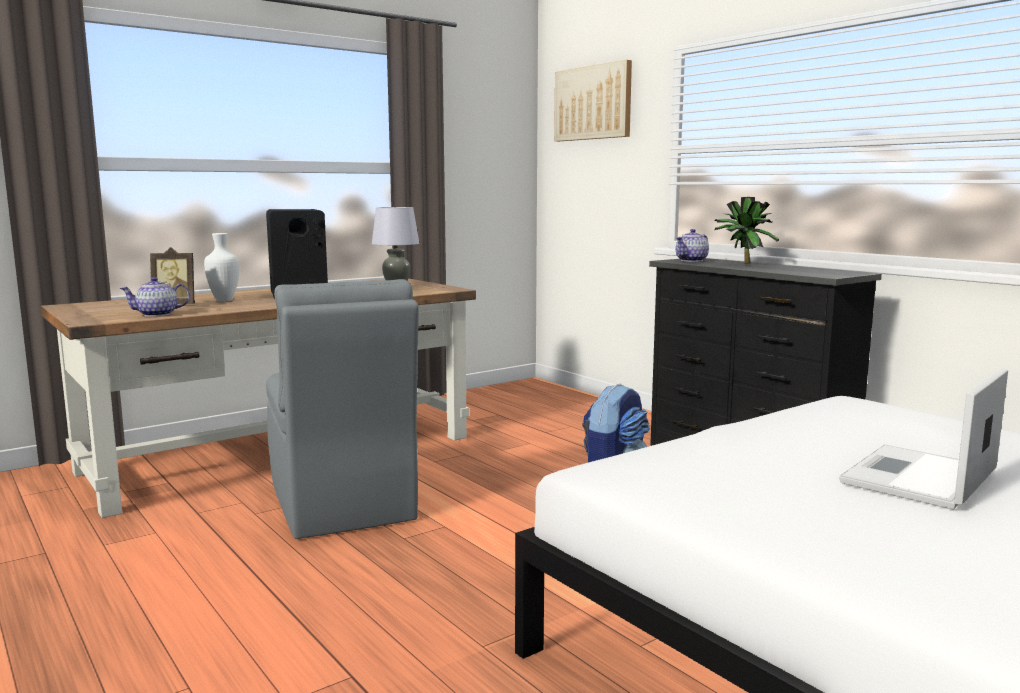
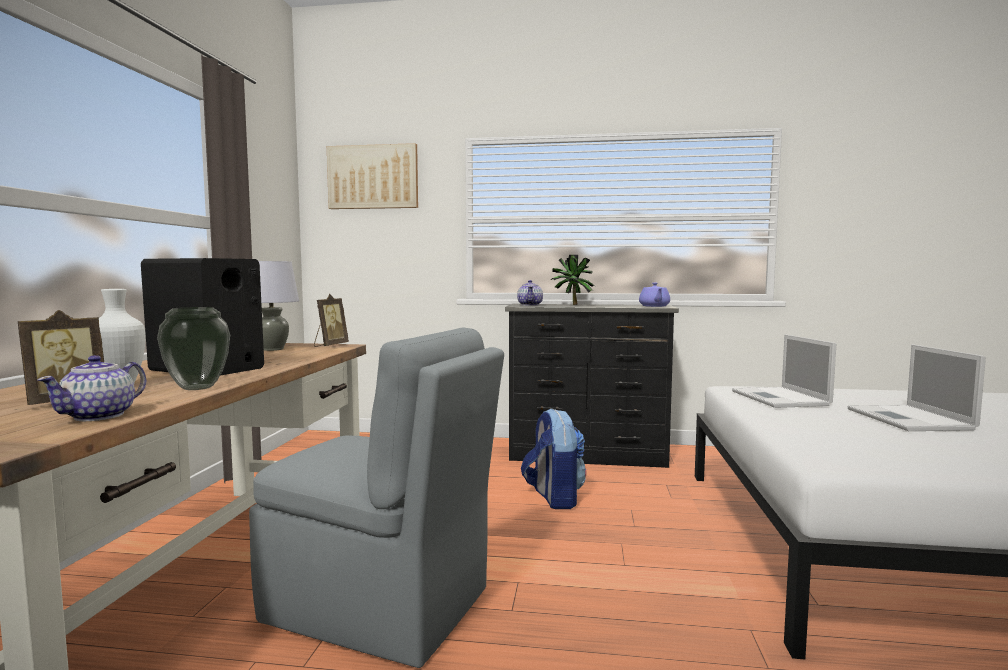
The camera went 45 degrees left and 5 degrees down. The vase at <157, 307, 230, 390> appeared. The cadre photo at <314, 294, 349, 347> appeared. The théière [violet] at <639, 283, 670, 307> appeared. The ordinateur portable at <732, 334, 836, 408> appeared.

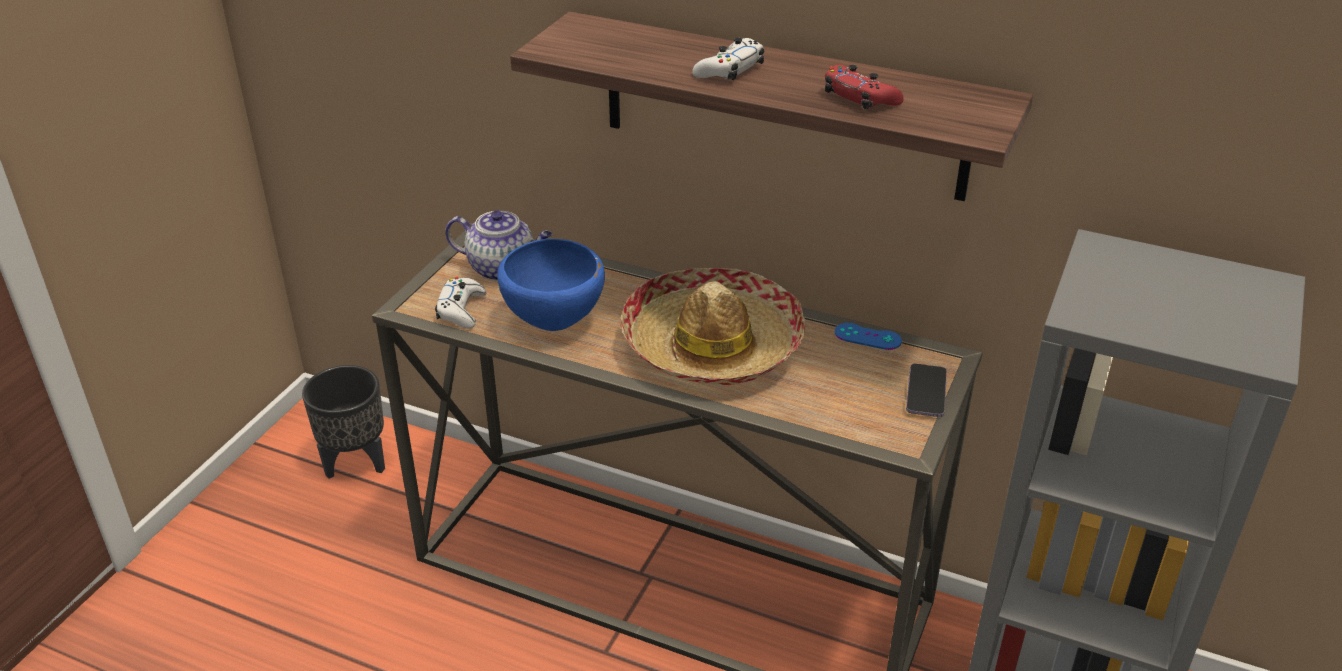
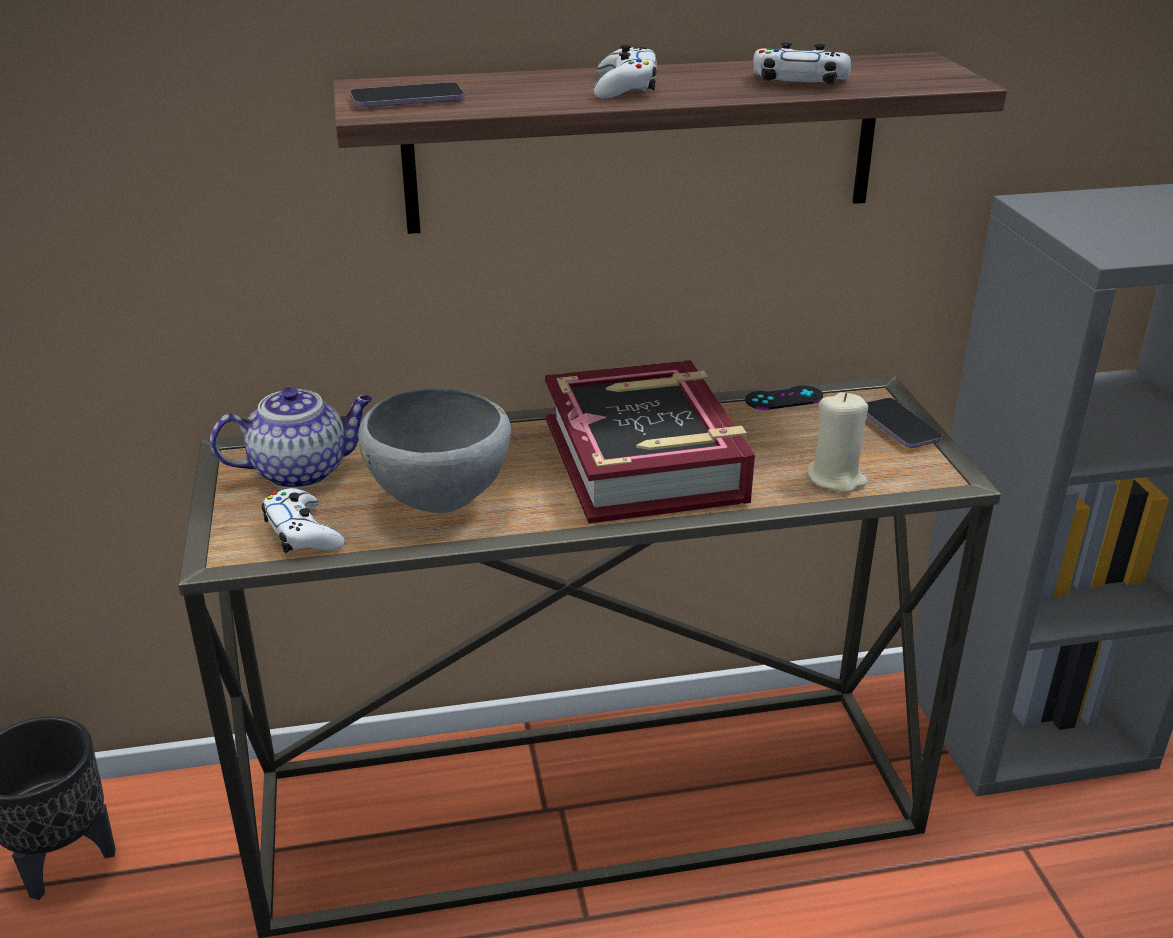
The camera went 35 degrees left and 5 degrees down. The bol [bleu] at <497, 239, 605, 331> became the bol [gris] at <358, 388, 511, 513>. The chapeau at <619, 268, 806, 385> was replaced by the livre at <545, 360, 755, 524>. The manette [rouge] at <825, 65, 904, 109> became the manette [blanc] at <753, 42, 851, 84>. The manette [bleu] at <835, 323, 902, 350> became the manette [noir] at <745, 385, 823, 410>. The téléphone at <350, 82, 465, 107> appeared. The bougie [beige] at <807, 392, 868, 493> appeared.

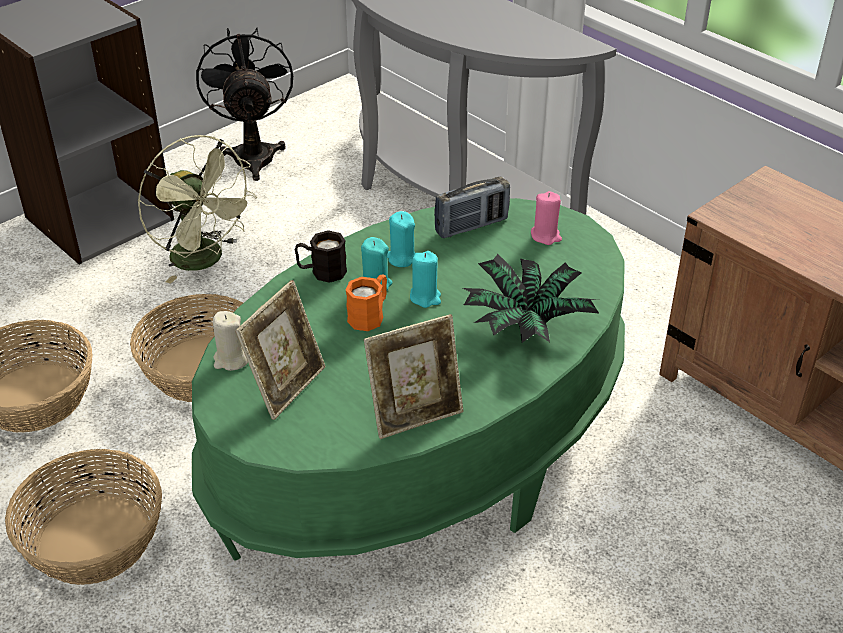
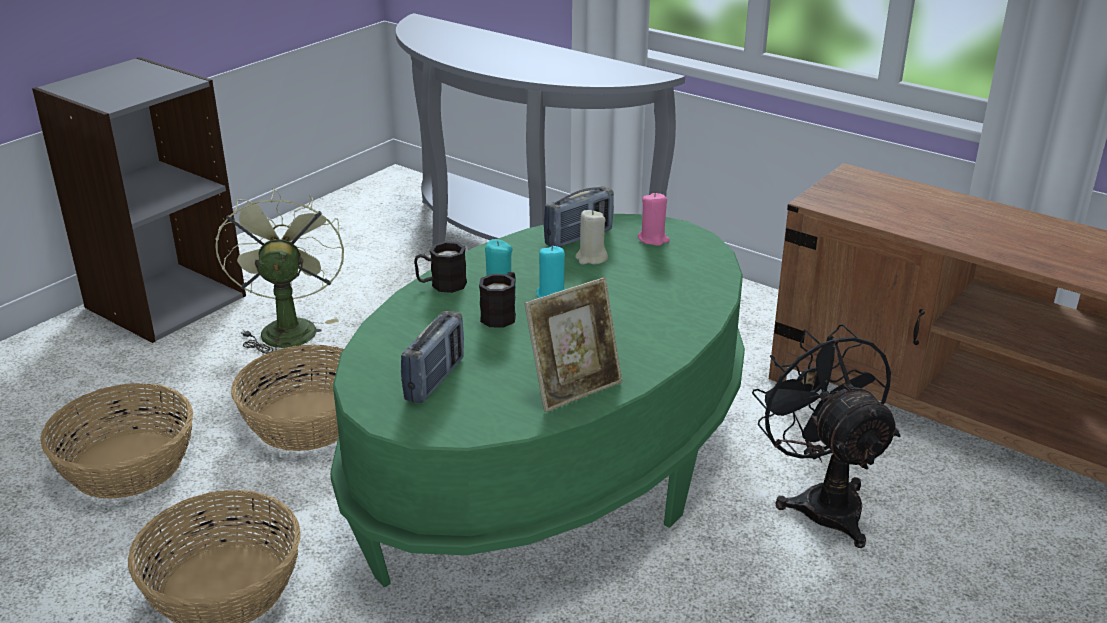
The camera went 10 degrees left and 10 degrees down. The ventilateur [vert] at <138, 135, 257, 284> turned 135 degrees counterclockwise. The ventilateur [noir] moved from <196, 28, 293, 181> to <752, 324, 900, 548>. The bougie [beige] moved from <213, 311, 248, 371> to <575, 210, 608, 265>. The cadre photo at <235, 280, 326, 420> was replaced by the radio at <401, 311, 464, 403>. The mug [orange] at <346, 274, 387, 331> became the mug [noir] at <479, 272, 516, 328>. The bougie [turquoise] at <387, 211, 415, 267> disappeared. The plante en pot at <463, 254, 599, 343> disappeared.

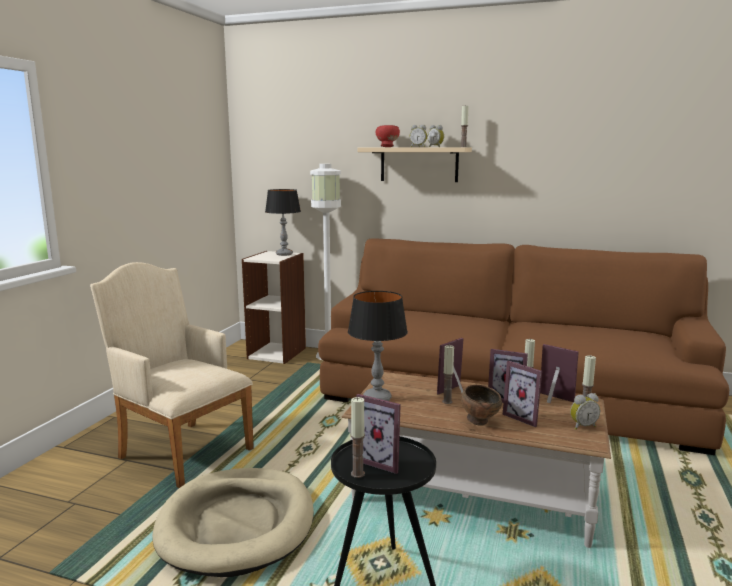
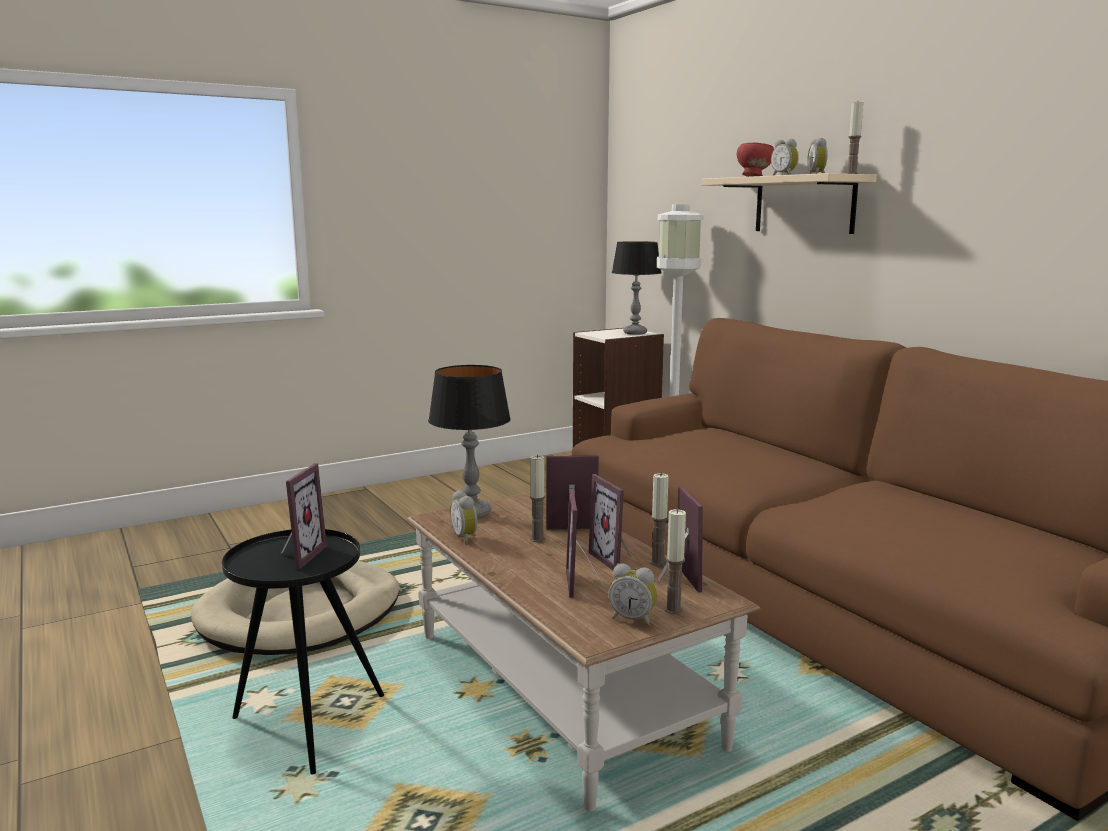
The camera went 40 degrees right and 0 degrees up. The fauteuil [beige] at <90, 262, 254, 488> disappeared. The bougie at <351, 397, 365, 478> disappeared. The cadre photo at <356, 394, 401, 474> turned 150 degrees counterclockwise. The bol [marron] at <461, 385, 502, 426> disappeared. The réveil at <450, 490, 477, 544> appeared.

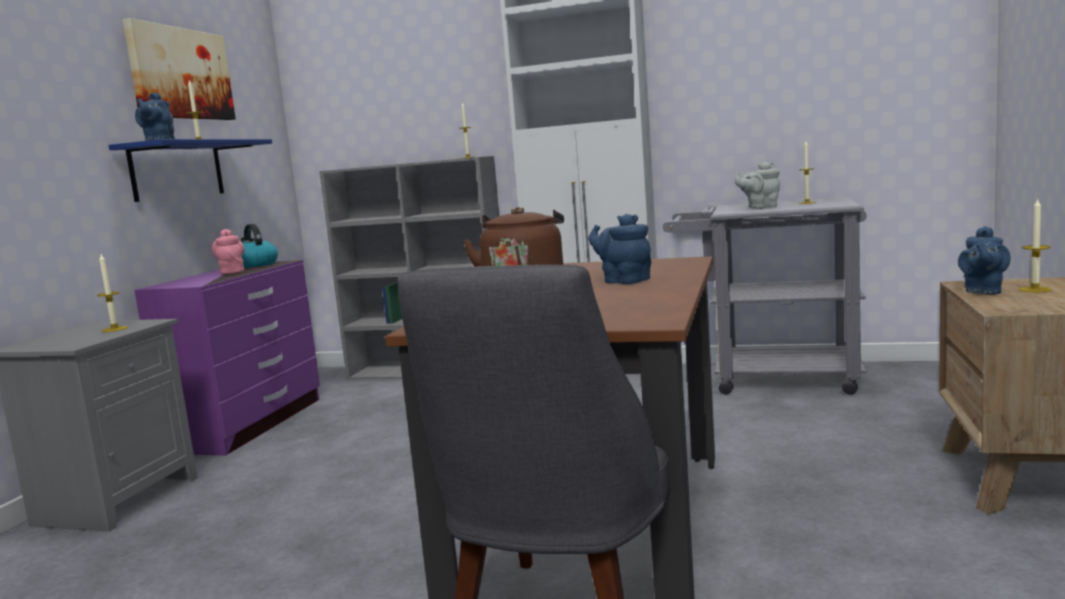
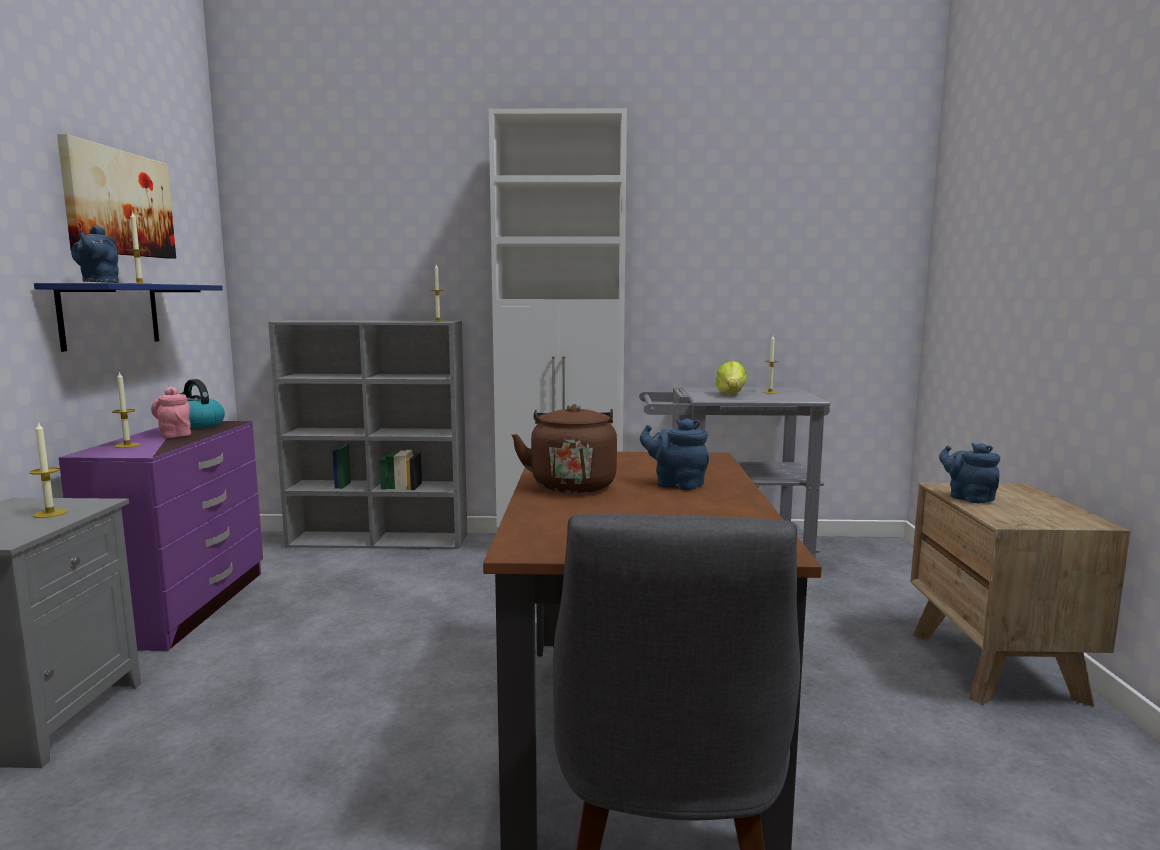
The camera went 15 degrees left and 0 degrees up. The théière [gris] at <734, 162, 780, 209> was replaced by the laitue at <716, 361, 747, 394>. The théière [bleu] at <958, 226, 1011, 294> turned 135 degrees clockwise. The bougie moved from <1019, 198, 1052, 293> to <112, 371, 141, 448>.

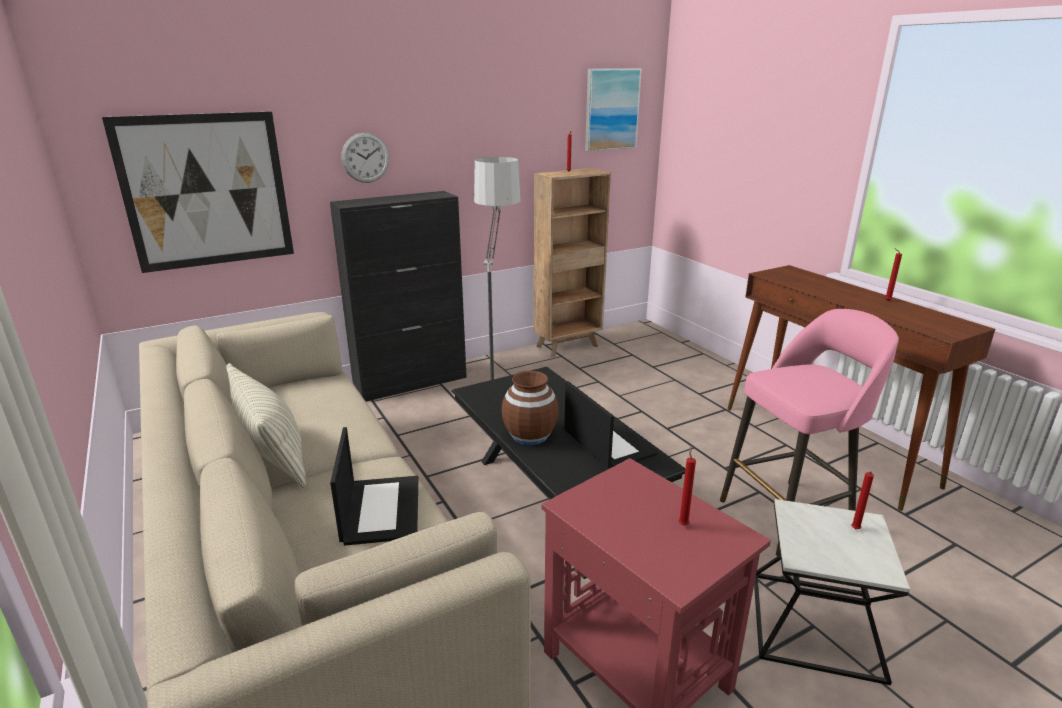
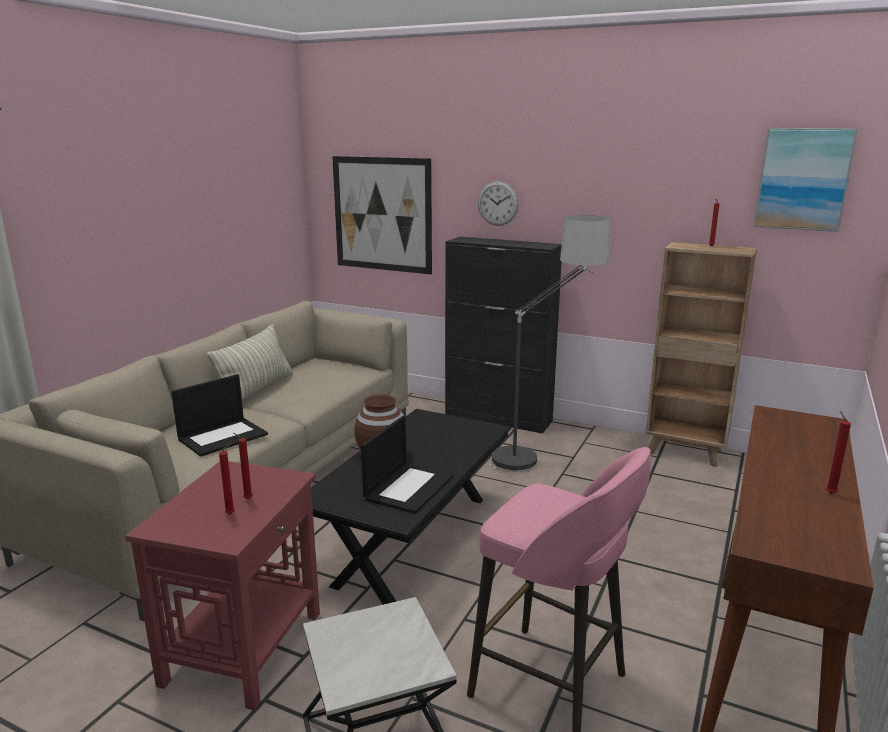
The camera went 55 degrees right and 5 degrees down. The bougie [rouge] moved from <851, 471, 874, 529> to <234, 433, 253, 500>.

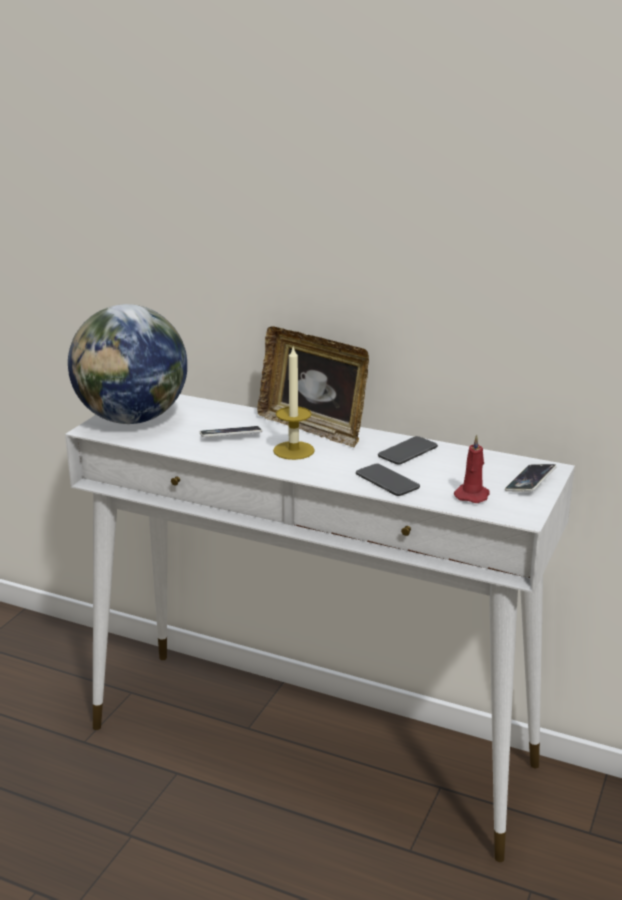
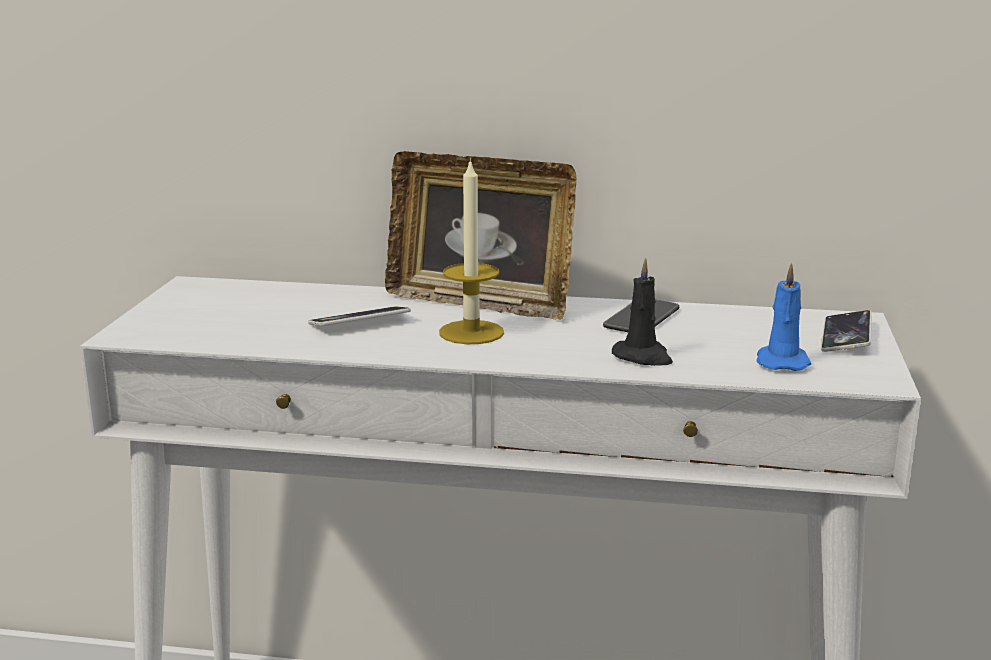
The camera went 15 degrees left and 5 degrees down. The globe at <68, 304, 187, 424> disappeared. The téléphone at <356, 464, 420, 496> was replaced by the bougie [noir] at <612, 258, 673, 366>. The bougie [rouge] at <454, 435, 490, 503> became the bougie [bleu] at <757, 262, 811, 371>.

